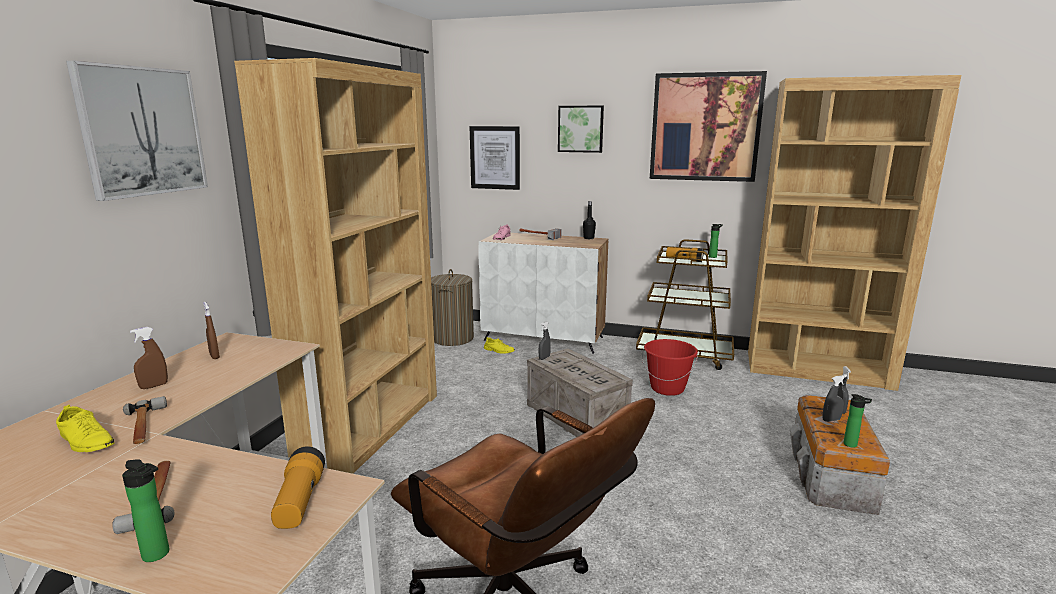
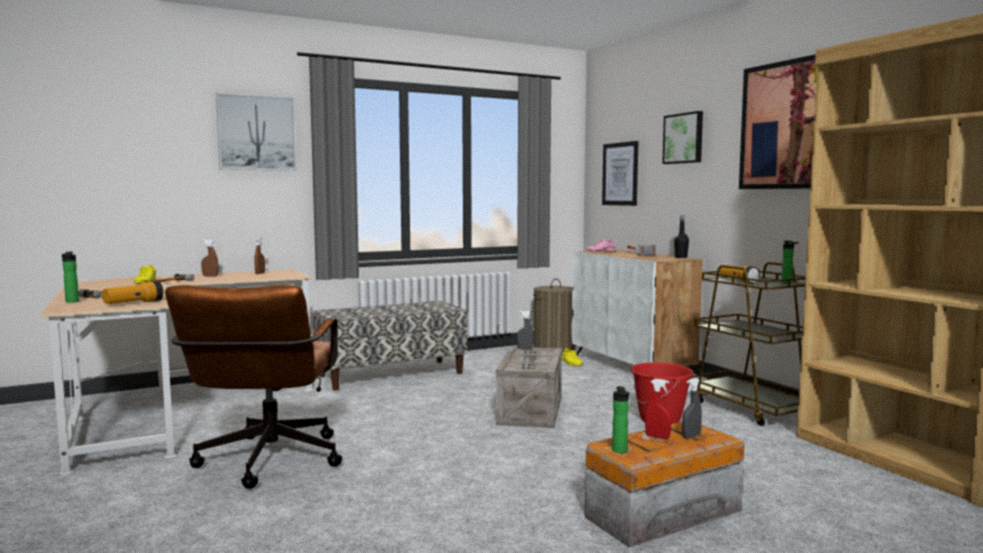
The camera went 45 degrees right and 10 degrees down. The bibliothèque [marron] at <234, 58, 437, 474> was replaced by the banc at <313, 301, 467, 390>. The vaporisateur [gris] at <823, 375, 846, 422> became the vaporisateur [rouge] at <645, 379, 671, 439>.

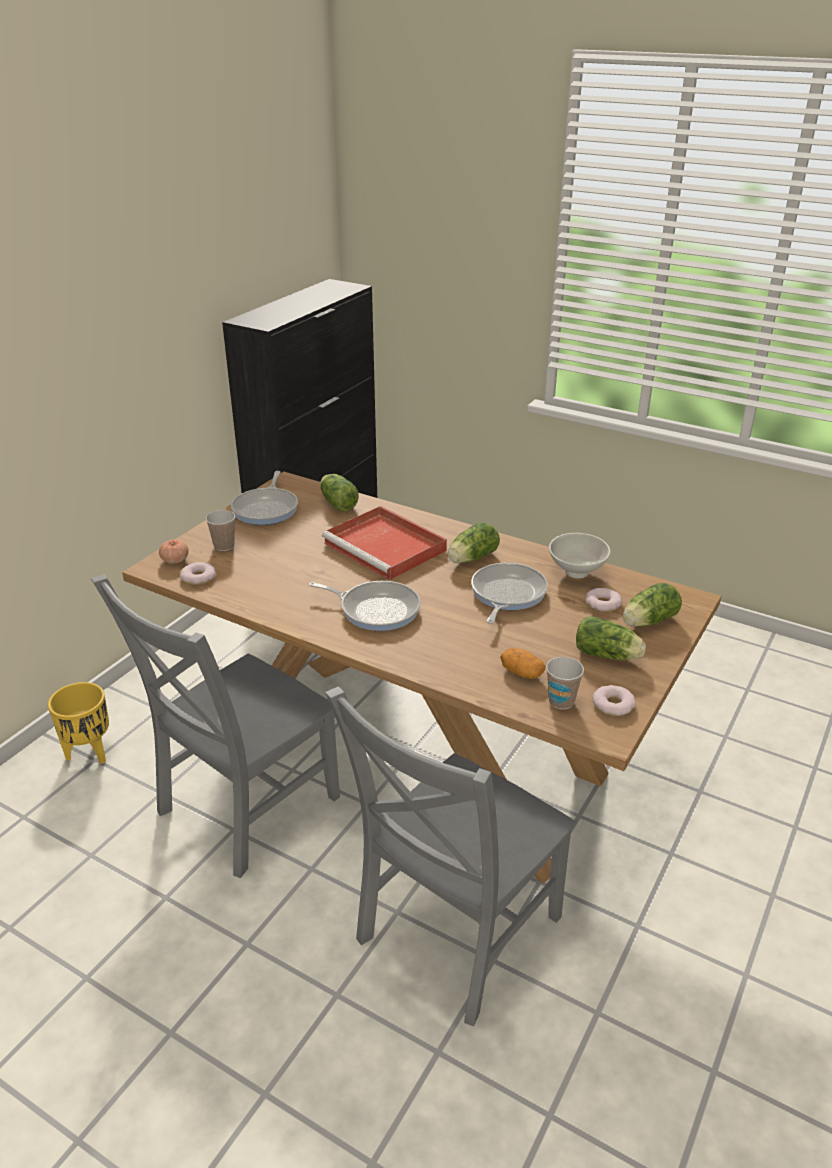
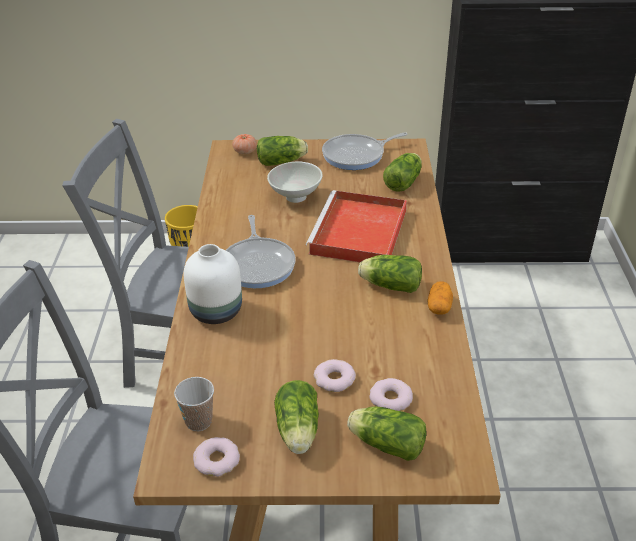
The camera went 60 degrees right and 5 degrees up. The beignet moved from <180, 562, 216, 585> to <314, 359, 356, 392>. The tasse at <206, 510, 235, 551> was replaced by the laitue at <257, 136, 308, 166>. The poêle at <471, 563, 548, 624> disappeared. The pomme de terre moved from <500, 648, 546, 679> to <427, 282, 453, 314>. The bol [blanc] moved from <549, 533, 611, 578> to <267, 162, 323, 203>. The vase [blanc] at <184, 244, 242, 324> appeared.

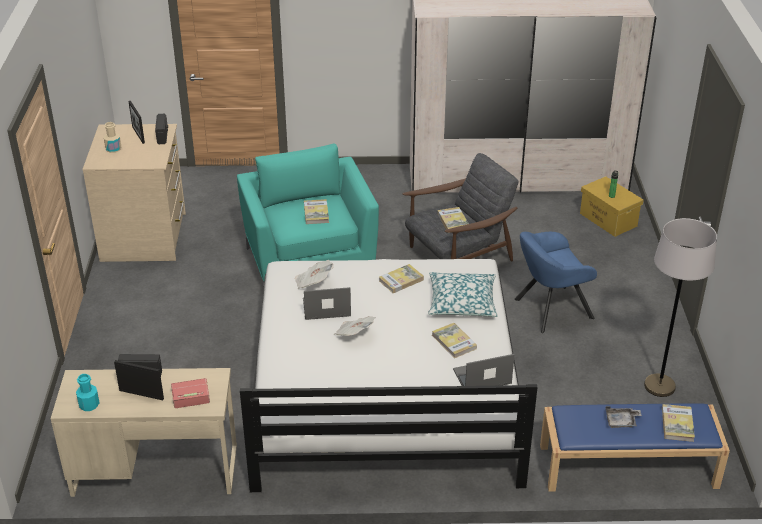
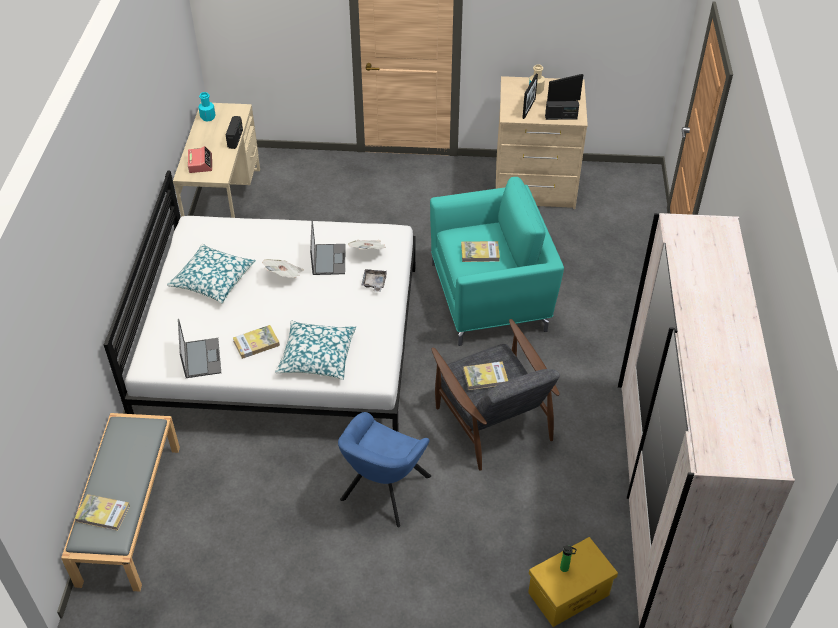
The camera went 95 degrees right and 10 degrees up. The cadre photo moved from <114, 360, 164, 400> to <522, 74, 538, 119>. The livre at <379, 264, 424, 293> disappeared. The fauteuil [bleu] at <514, 232, 597, 333> turned 135 degrees counterclockwise. The banc [bleu] at <540, 403, 730, 492> became the banc [gris] at <61, 413, 180, 592>. The plateau [gris] moved from <605, 406, 642, 428> to <362, 269, 387, 292>. The lampadaire [gris] at <644, 218, 717, 397> disappeared. The coussin at <167, 244, 256, 303> appeared.

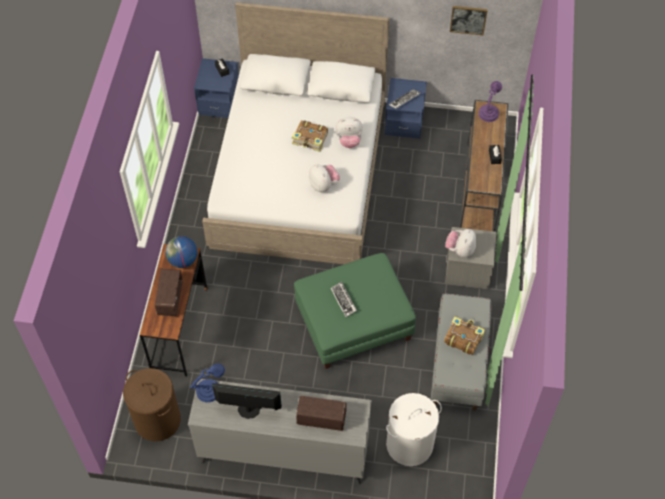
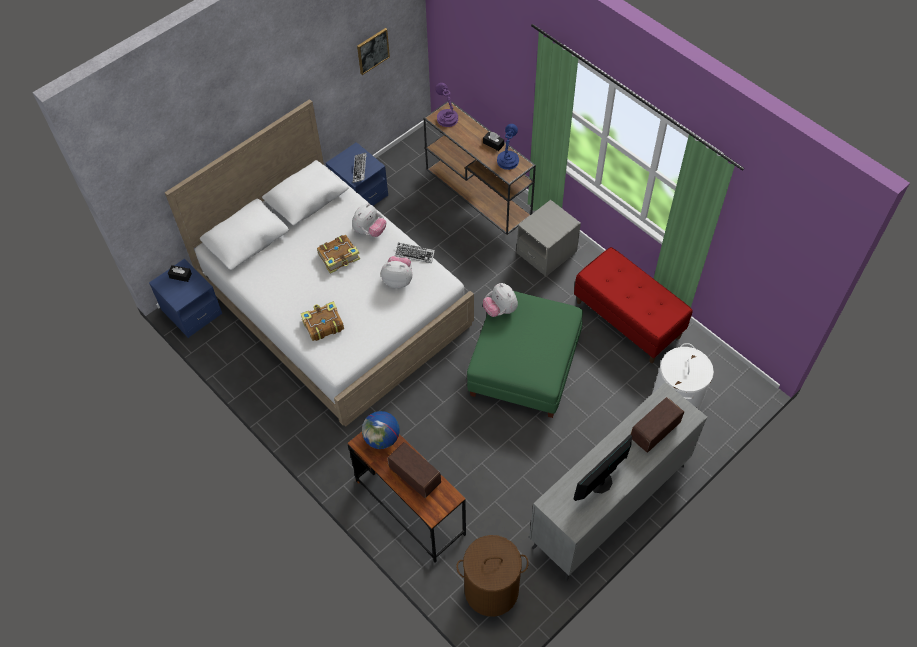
The camera went 50 degrees left and 0 degrees up. The lampe de table [bleu] moved from <190, 363, 225, 403> to <497, 124, 519, 170>. The clavier moved from <331, 281, 357, 317> to <395, 243, 435, 263>. The banc [gris] at <431, 294, 491, 411> became the banc [rouge] at <574, 247, 692, 363>. The livre moved from <444, 317, 485, 355> to <301, 301, 344, 341>. The peluche moved from <445, 229, 476, 258> to <483, 283, 518, 317>.

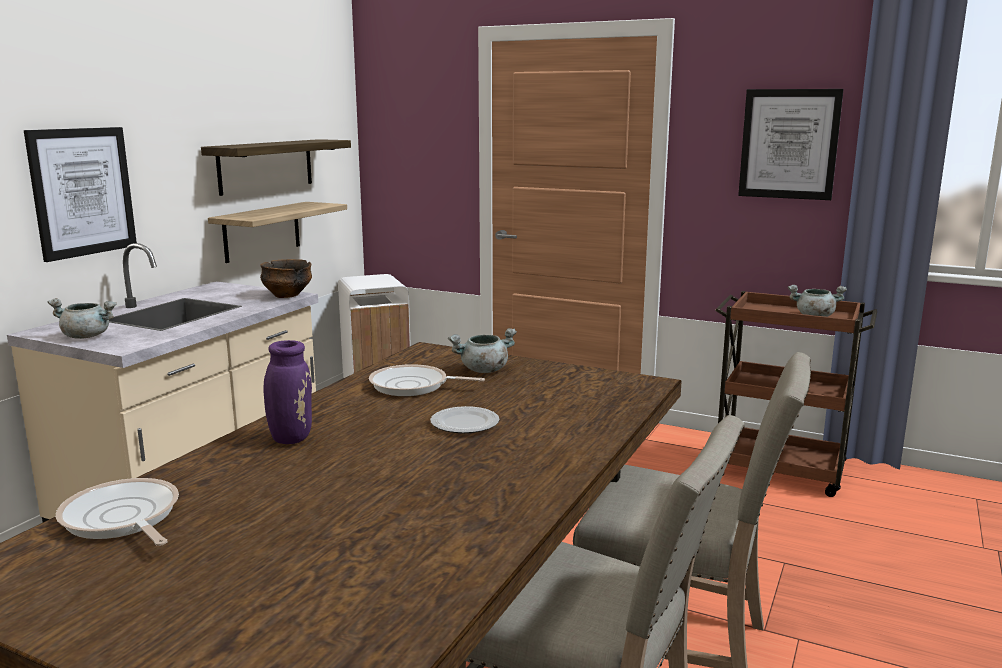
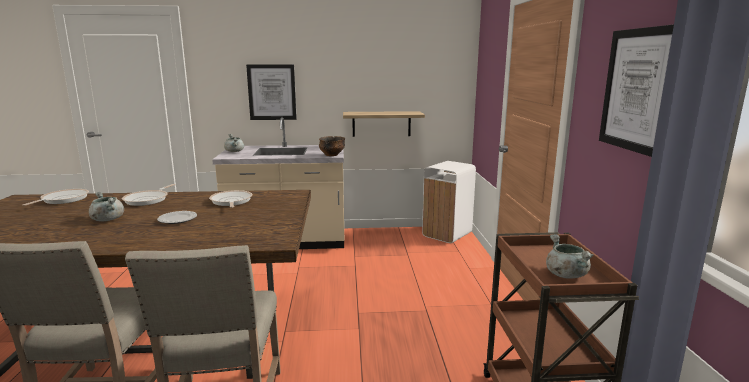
The camera went 60 degrees right and 0 degrees up. The étagère at <201, 139, 351, 196> disappeared. The vase [violet] at <233, 328, 312, 444> was replaced by the poêle at <122, 184, 175, 206>. The marmite [gris] moved from <448, 328, 517, 373> to <89, 192, 124, 222>.

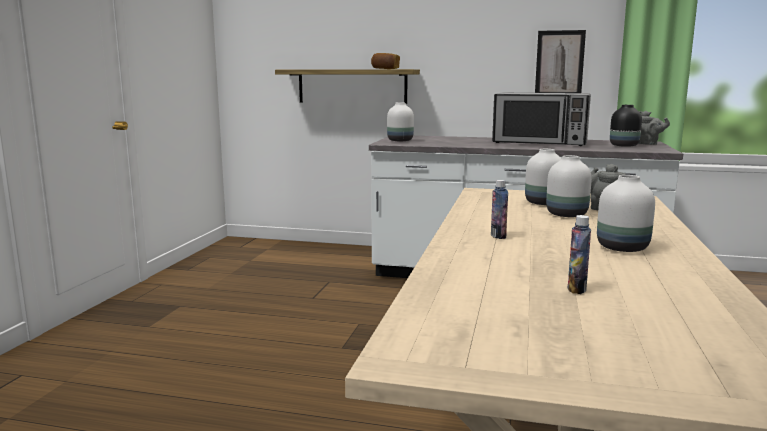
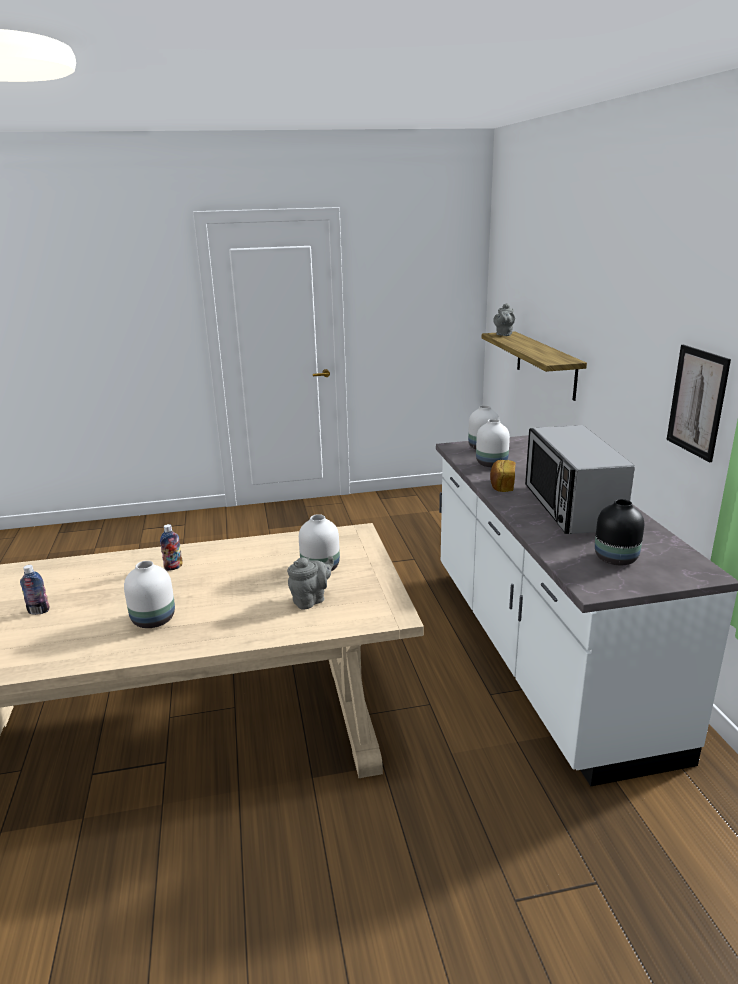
The camera went 65 degrees right and 10 degrees up. The pain moved from <371, 53, 400, 69> to <490, 460, 516, 492>. The vase [blanc] moved from <546, 155, 592, 217> to <476, 419, 510, 467>. The théière [gris] moved from <638, 111, 670, 145> to <493, 303, 515, 336>.

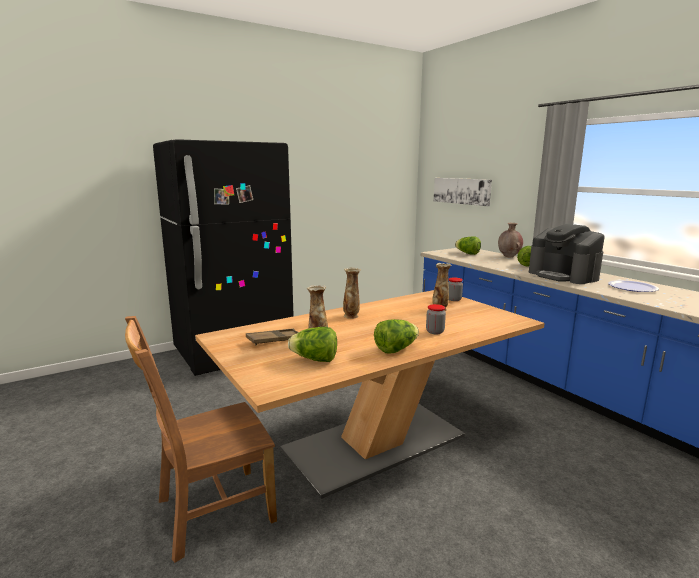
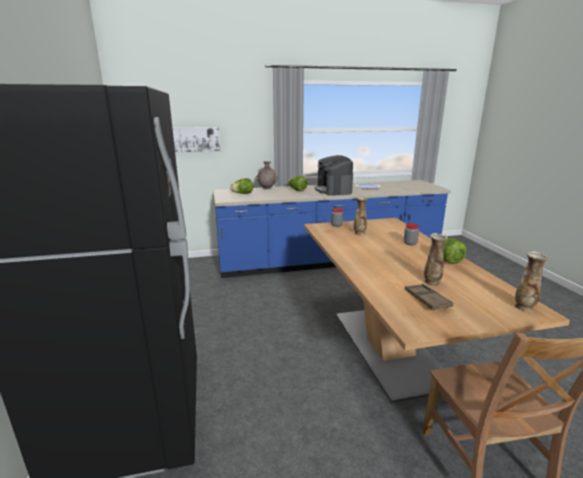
The camera went 70 degrees left and 5 degrees up. The laitue at <288, 327, 337, 362> disappeared. The vase moved from <343, 267, 361, 319> to <514, 251, 549, 312>. The machine à café at <529, 224, 605, 284> turned 90 degrees clockwise.

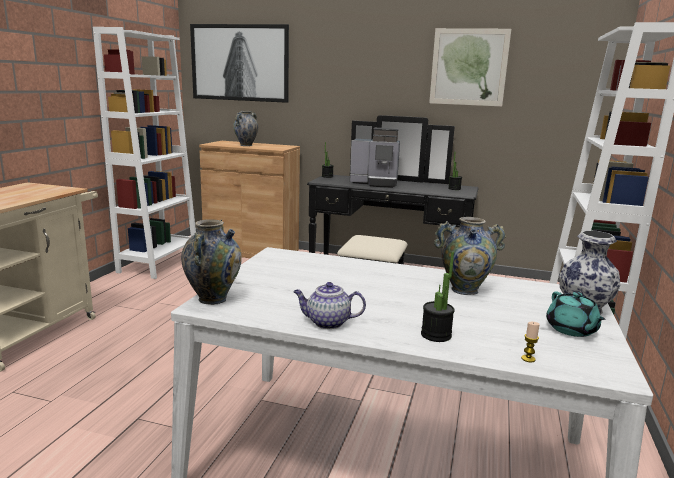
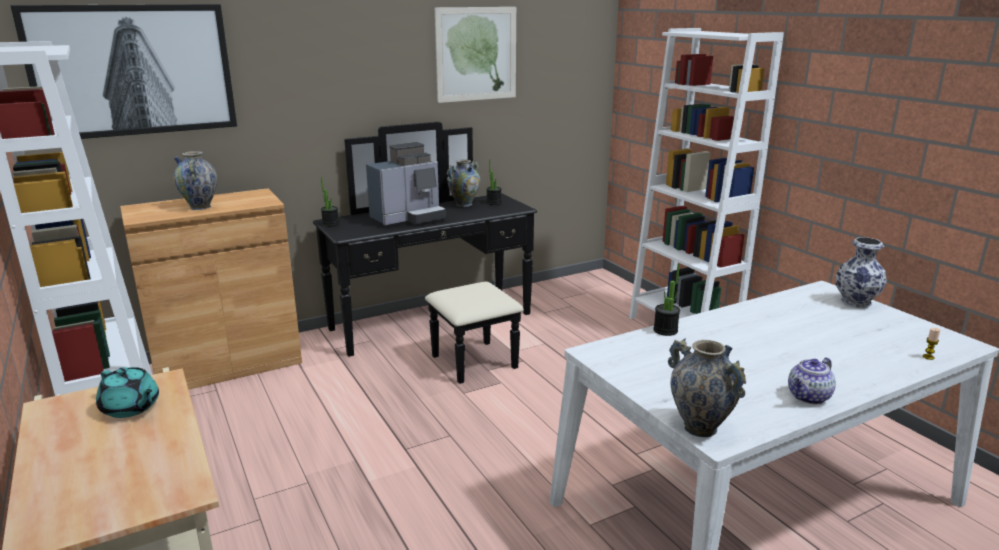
The camera went 45 degrees left and 5 degrees up. The plante en pot moved from <421, 252, 454, 342> to <653, 264, 680, 336>. The vase moved from <434, 217, 506, 295> to <447, 159, 480, 207>. The théière [turquoise] moved from <546, 291, 606, 337> to <96, 367, 159, 418>.

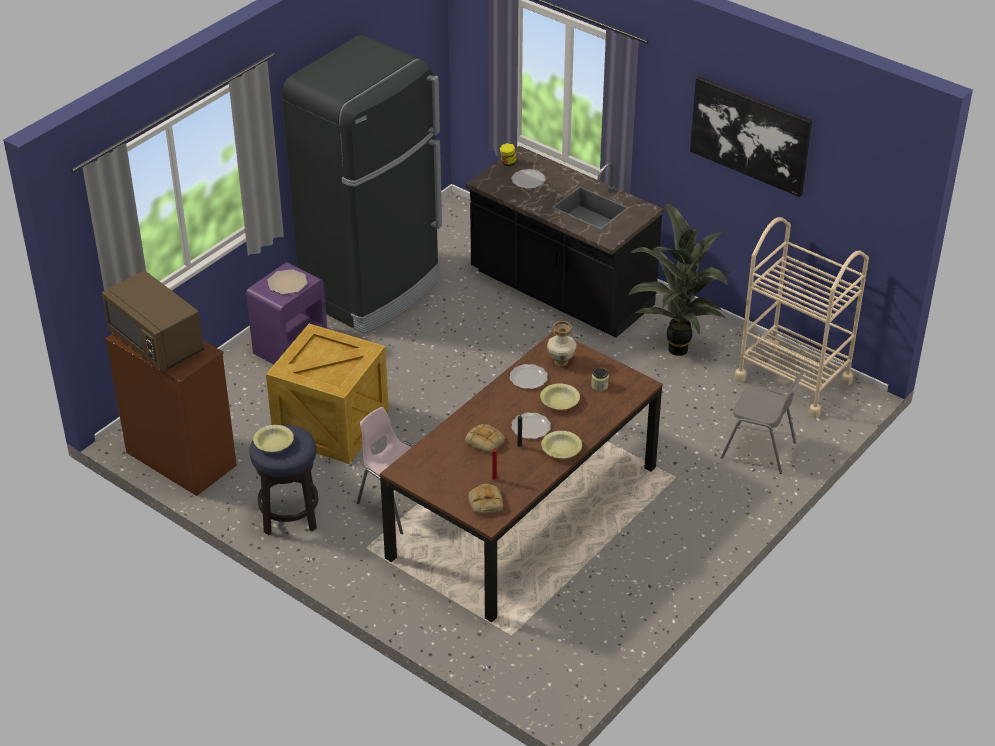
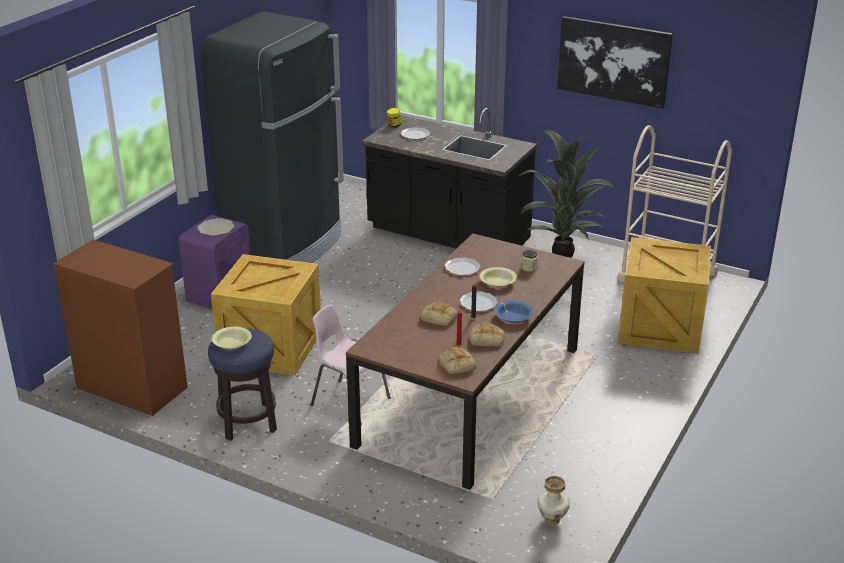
The camera went 10 degrees left and 10 degrees down. The micro-ondes [marron] at <102, 270, 204, 371> disappeared. The bol [jaune] at <541, 431, 582, 458> became the bol [bleu] at <494, 301, 534, 323>. The vase moved from <547, 321, 577, 366> to <538, 476, 569, 526>. The chaise [gris] at <721, 373, 803, 474> was replaced by the caisse at <618, 237, 711, 354>. The pain at <470, 322, 505, 346> appeared.

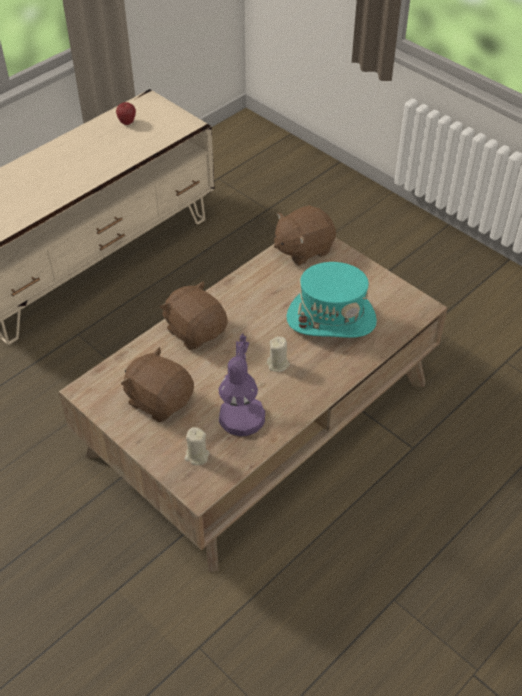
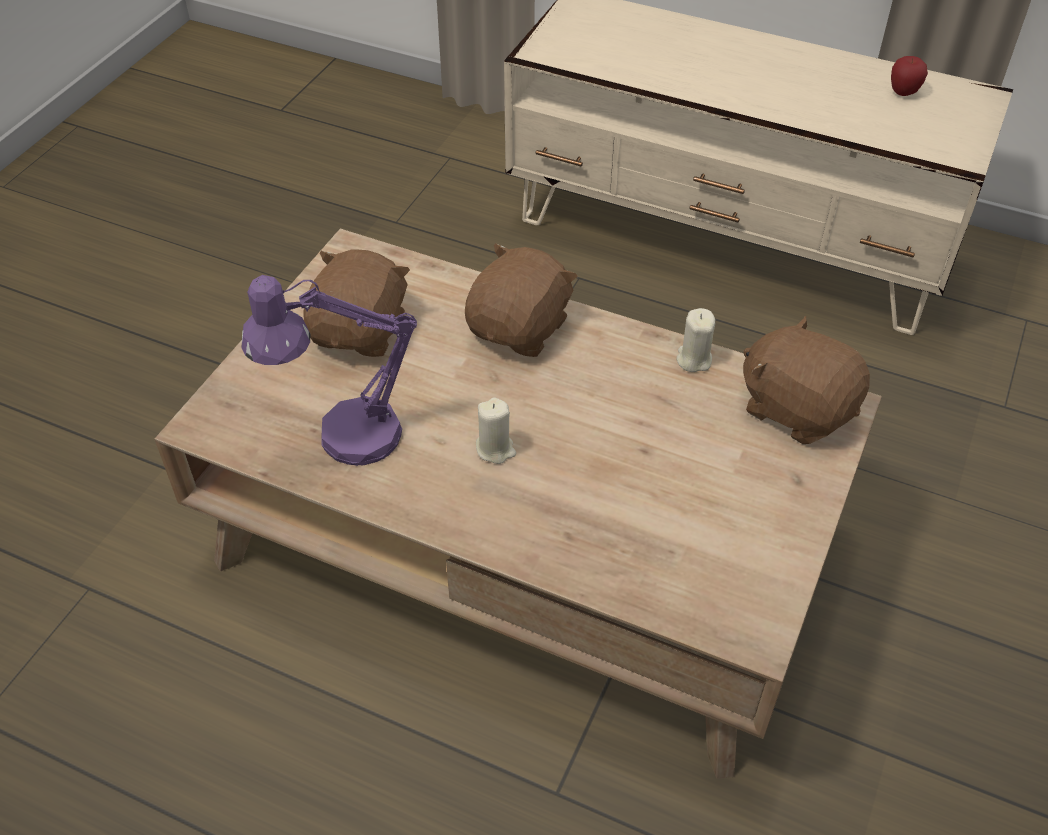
The camera went 70 degrees right and 0 degrees up. The bougie [beige] moved from <184, 427, 210, 465> to <676, 308, 715, 372>. The chapeau [turquoise] at <286, 262, 377, 338> disappeared.

